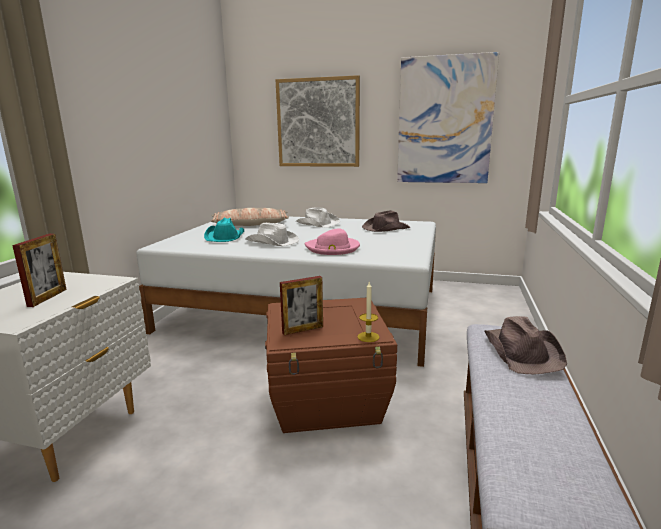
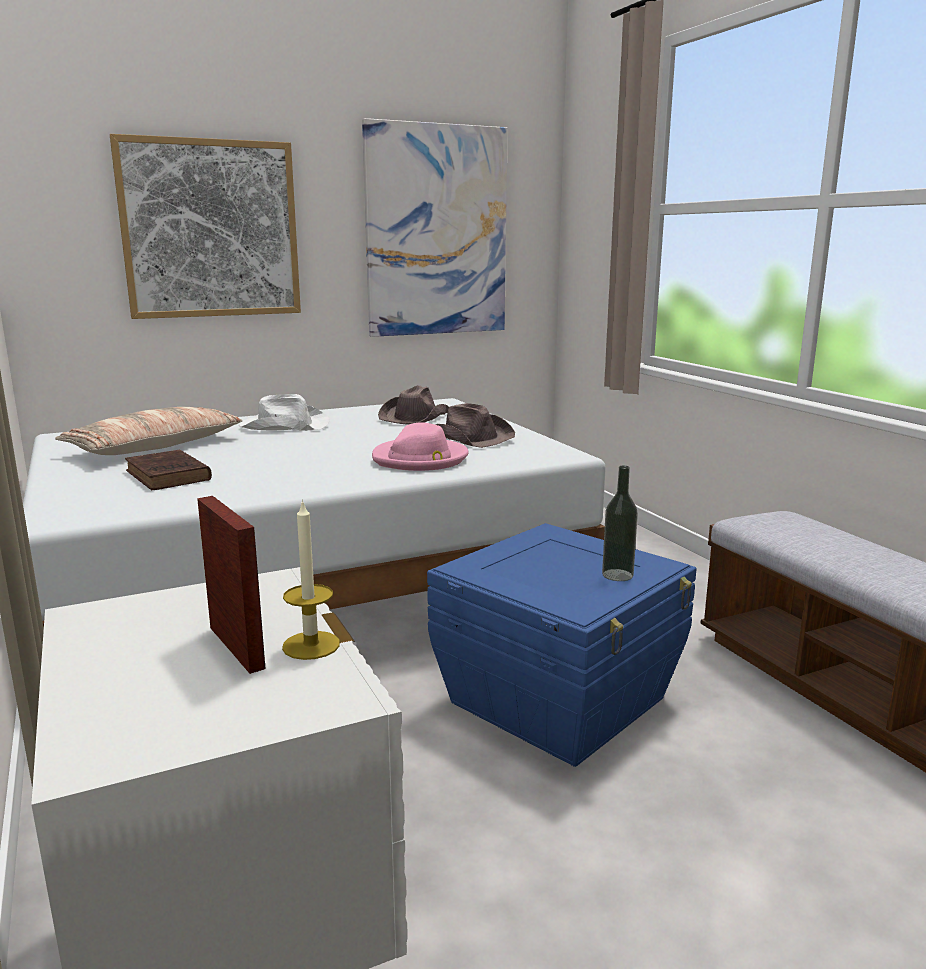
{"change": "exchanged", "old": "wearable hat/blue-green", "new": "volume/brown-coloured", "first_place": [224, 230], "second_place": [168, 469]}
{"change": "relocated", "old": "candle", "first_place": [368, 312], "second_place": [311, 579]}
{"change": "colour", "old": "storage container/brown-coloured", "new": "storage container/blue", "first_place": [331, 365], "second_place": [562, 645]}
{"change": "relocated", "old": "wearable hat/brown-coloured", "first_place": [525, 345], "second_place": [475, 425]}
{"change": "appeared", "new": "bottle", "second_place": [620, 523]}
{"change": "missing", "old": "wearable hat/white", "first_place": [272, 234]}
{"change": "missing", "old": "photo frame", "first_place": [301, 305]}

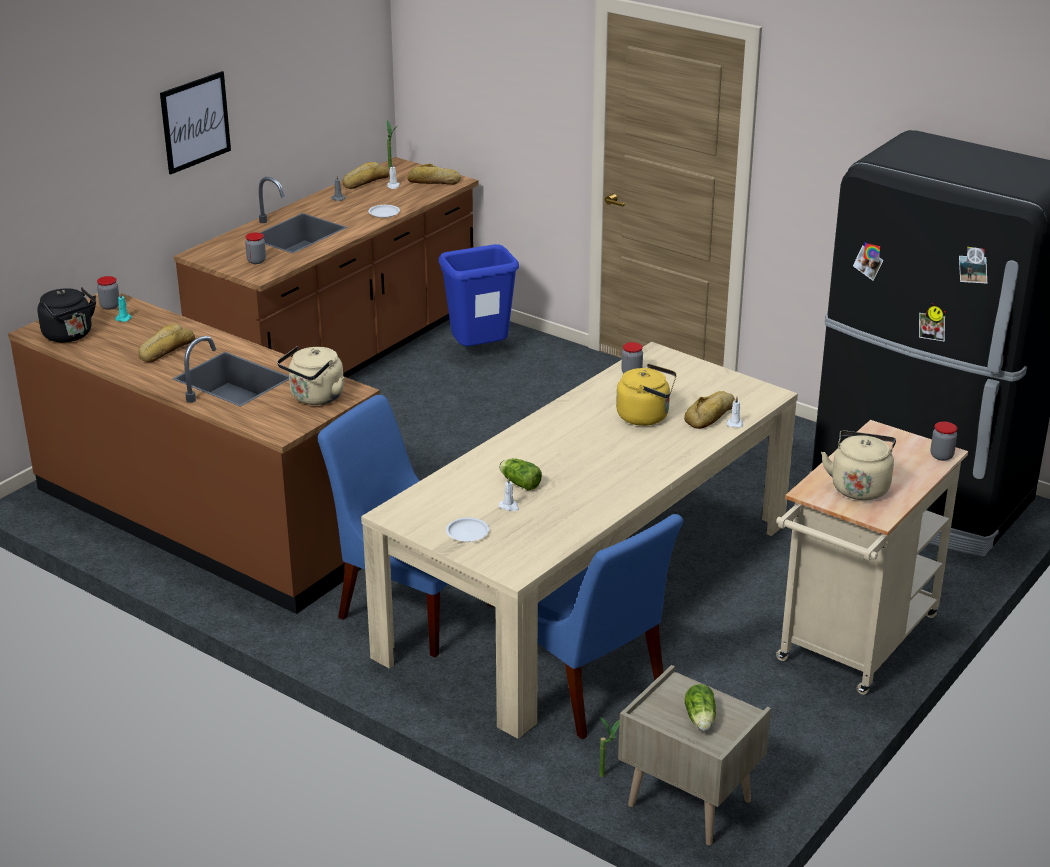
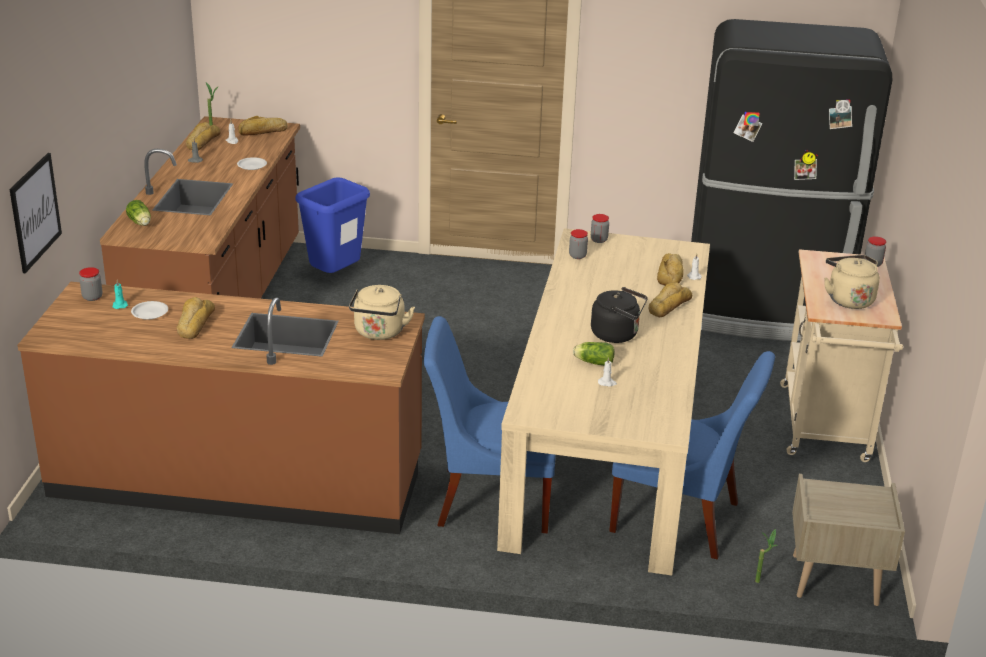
{"change": "relocated", "old": "wall art", "first_place": [195, 122], "second_place": [35, 213]}
{"change": "relocated", "old": "head of lettuce", "first_place": [700, 707], "second_place": [138, 213]}
{"change": "relocated", "old": "dinner plate/white", "first_place": [467, 529], "second_place": [149, 310]}
{"change": "relocated", "old": "storage jar", "first_place": [255, 248], "second_place": [600, 228]}
{"change": "relocated", "old": "tea kettle/blackish", "first_place": [66, 314], "second_place": [619, 315]}
{"change": "appeared", "new": "bread", "second_place": [670, 299]}
{"change": "missing", "old": "tea kettle/yellow-coloured", "first_place": [646, 395]}

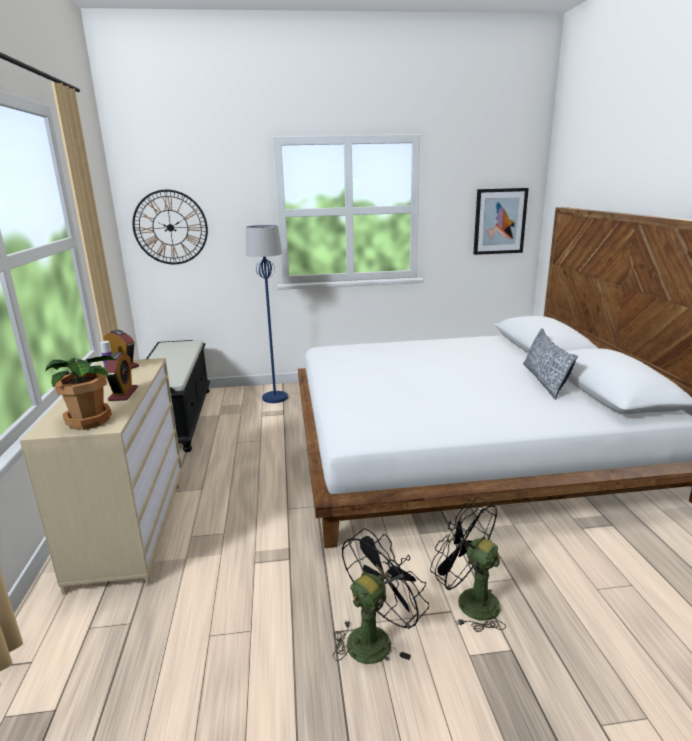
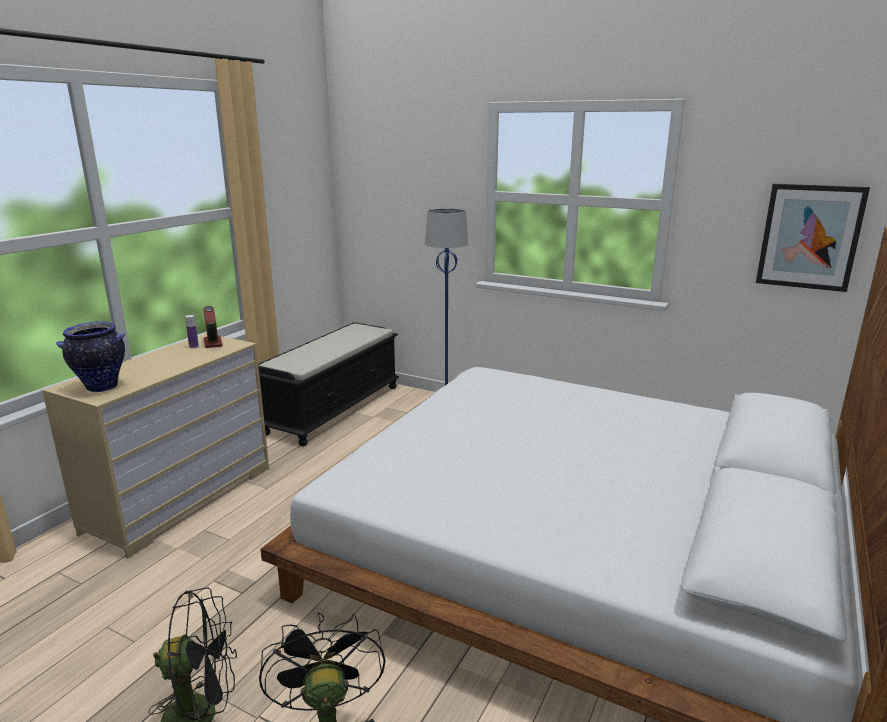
{"change": "exchanged", "old": "plant in a pot", "new": "vase", "first_place": [80, 392], "second_place": [90, 356]}
{"change": "missing", "old": "table clock", "first_place": [121, 376]}
{"change": "missing", "old": "clock on the wall", "first_place": [170, 227]}
{"change": "missing", "old": "cushion", "first_place": [550, 364]}

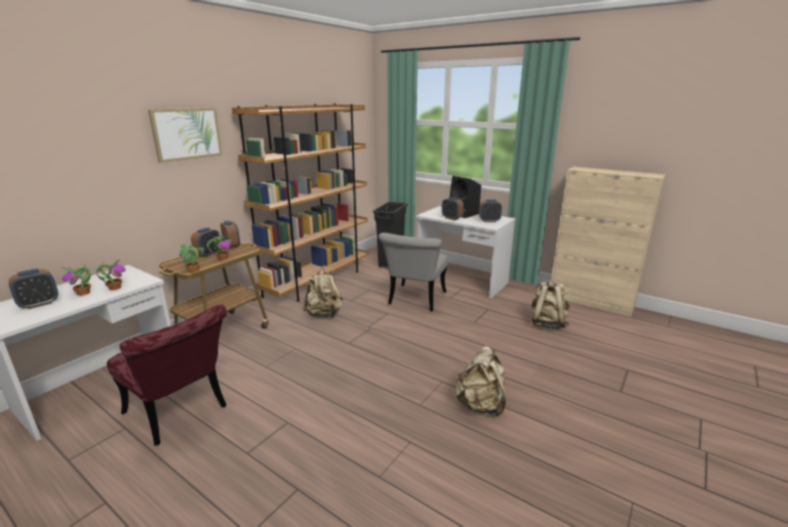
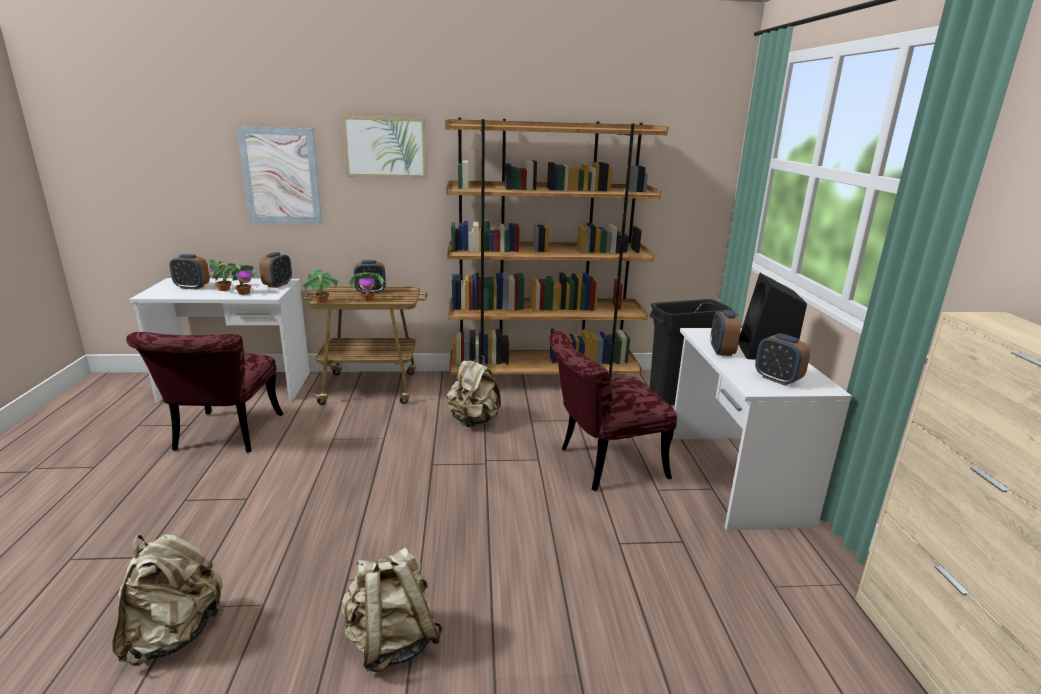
{"change": "relocated", "old": "knapsack/beige", "first_place": [550, 304], "second_place": [167, 600]}
{"change": "appeared", "new": "wall art", "second_place": [279, 175]}
{"change": "relocated", "old": "table clock", "first_place": [230, 235], "second_place": [275, 270]}
{"change": "colour", "old": "plain chair/greyish", "new": "plain chair/red", "first_place": [413, 272], "second_place": [613, 411]}

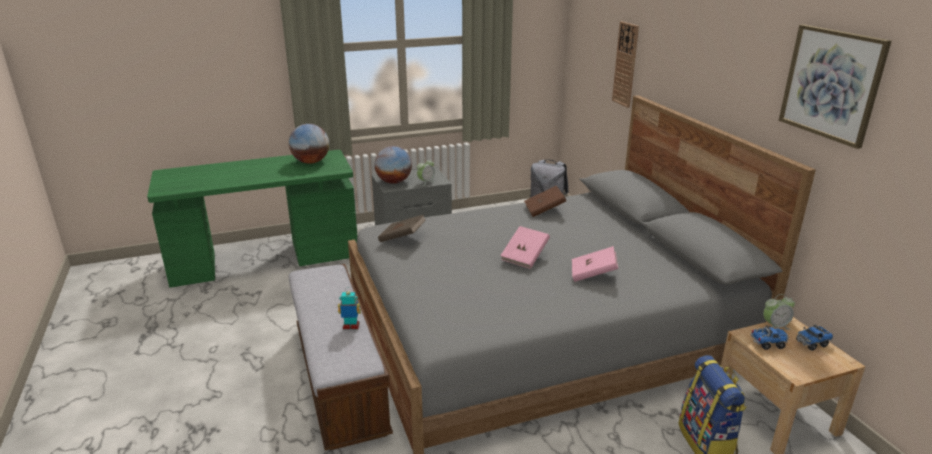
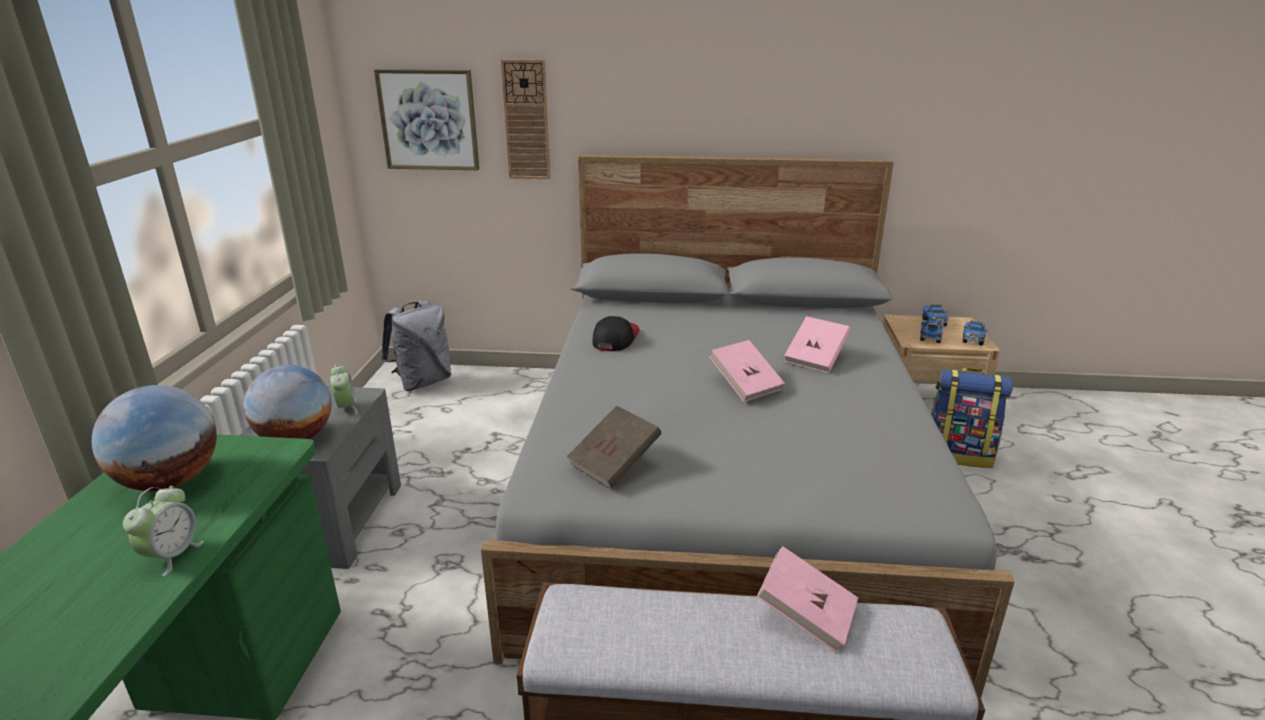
{"change": "relocated", "old": "table clock", "first_place": [779, 312], "second_place": [163, 531]}
{"change": "relocated", "old": "wall art", "first_place": [835, 86], "second_place": [426, 119]}
{"change": "exchanged", "old": "volume/brown-coloured", "new": "cap", "first_place": [545, 201], "second_place": [616, 333]}
{"change": "exchanged", "old": "robot figure", "new": "volume/pinkish", "first_place": [349, 309], "second_place": [807, 599]}
{"change": "appeared", "new": "toy lorry", "second_place": [974, 333]}

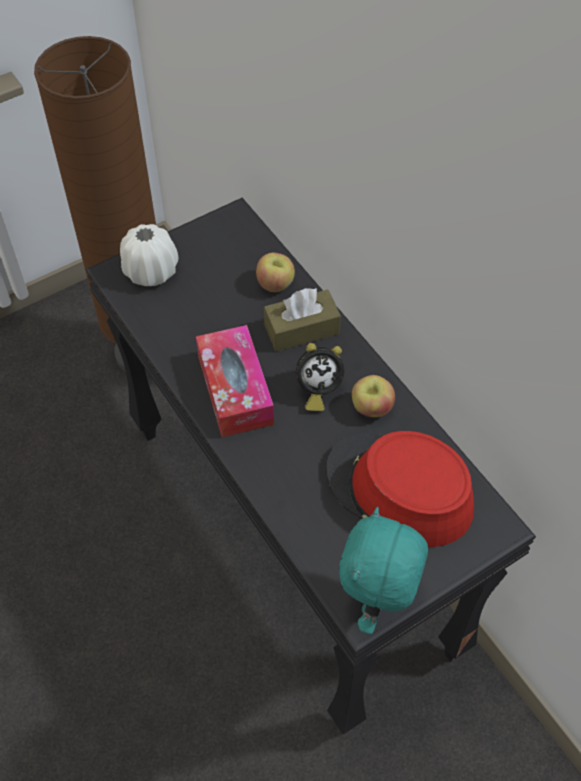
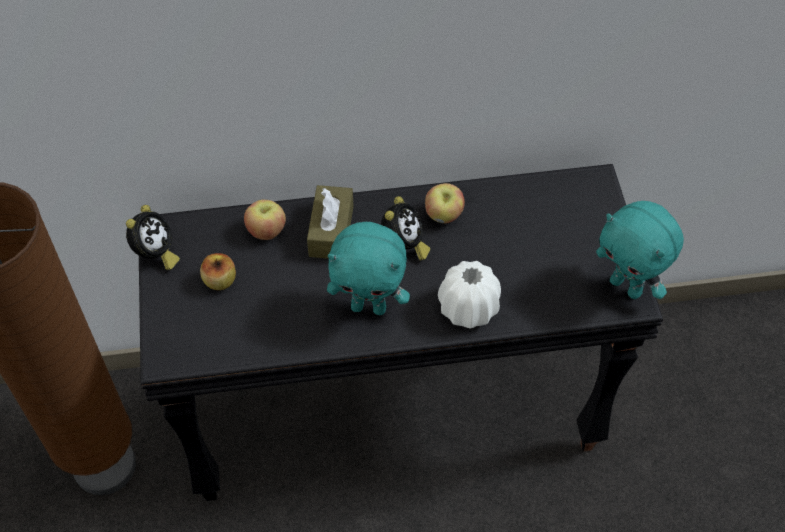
{"change": "appeared", "new": "table clock", "second_place": [153, 237]}
{"change": "appeared", "new": "whole apple", "second_place": [218, 271]}
{"change": "exchanged", "old": "tissue holder", "new": "plush toy/blue-green", "first_place": [235, 381], "second_place": [368, 268]}
{"change": "relocated", "old": "vase/white", "first_place": [149, 255], "second_place": [469, 295]}
{"change": "missing", "old": "wearable hat/red", "first_place": [400, 489]}

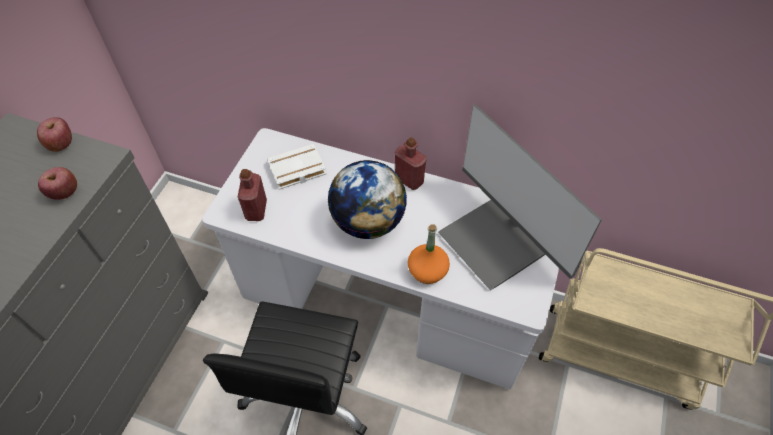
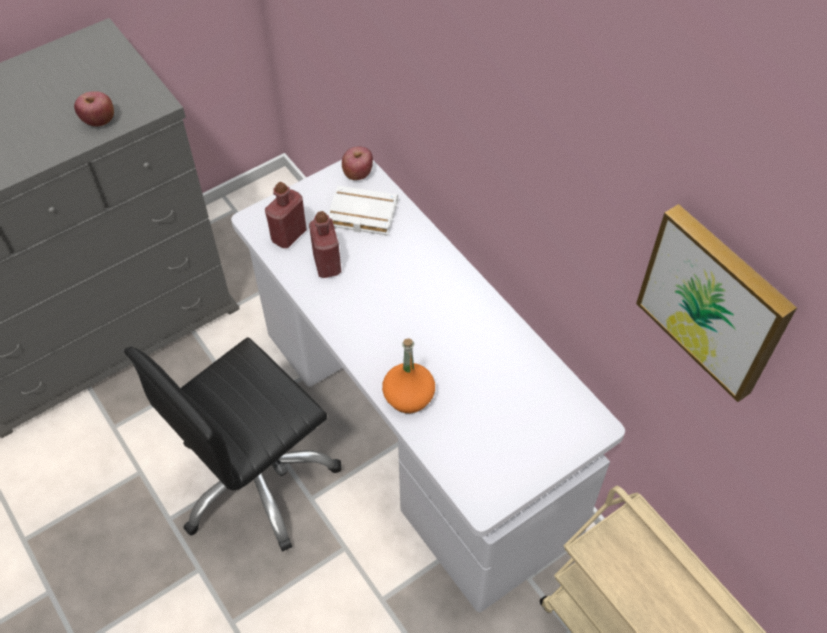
{"change": "relocated", "old": "bottle/red", "first_place": [411, 164], "second_place": [325, 244]}
{"change": "relocated", "old": "whole apple", "first_place": [54, 134], "second_place": [357, 163]}
{"change": "appeared", "new": "wall art", "second_place": [716, 303]}
{"change": "missing", "old": "globe", "first_place": [367, 199]}
{"change": "missing", "old": "monitor", "first_place": [520, 197]}

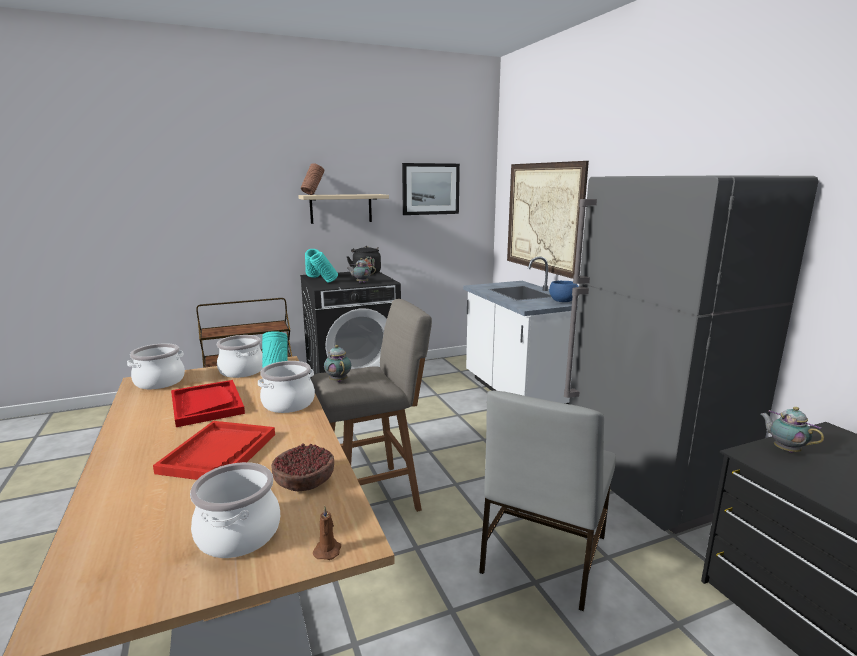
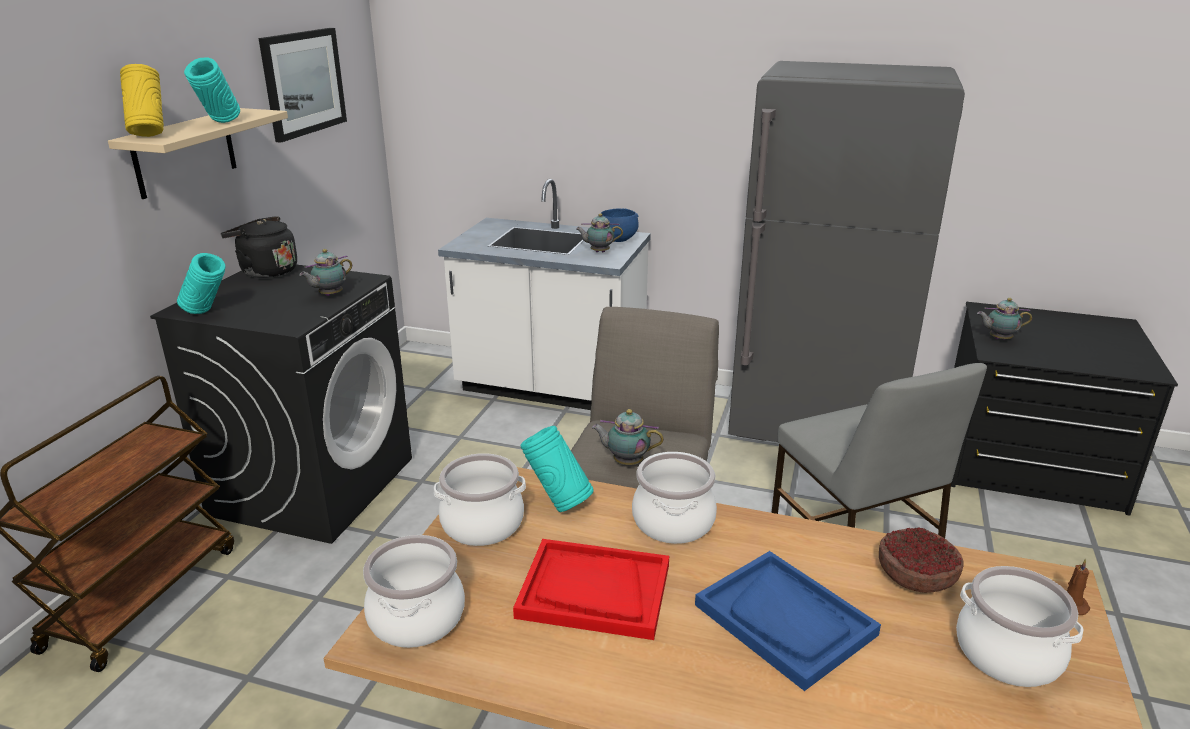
{"change": "colour", "old": "vase/brown-coloured", "new": "vase/yellow-coloured", "first_place": [312, 179], "second_place": [142, 100]}
{"change": "relocated", "old": "vase/blue-green", "first_place": [324, 267], "second_place": [212, 90]}
{"change": "appeared", "new": "teapot", "second_place": [599, 232]}
{"change": "colour", "old": "serving tray/red", "new": "serving tray/blue", "first_place": [214, 450], "second_place": [788, 621]}
{"change": "missing", "old": "wall art", "first_place": [548, 220]}

